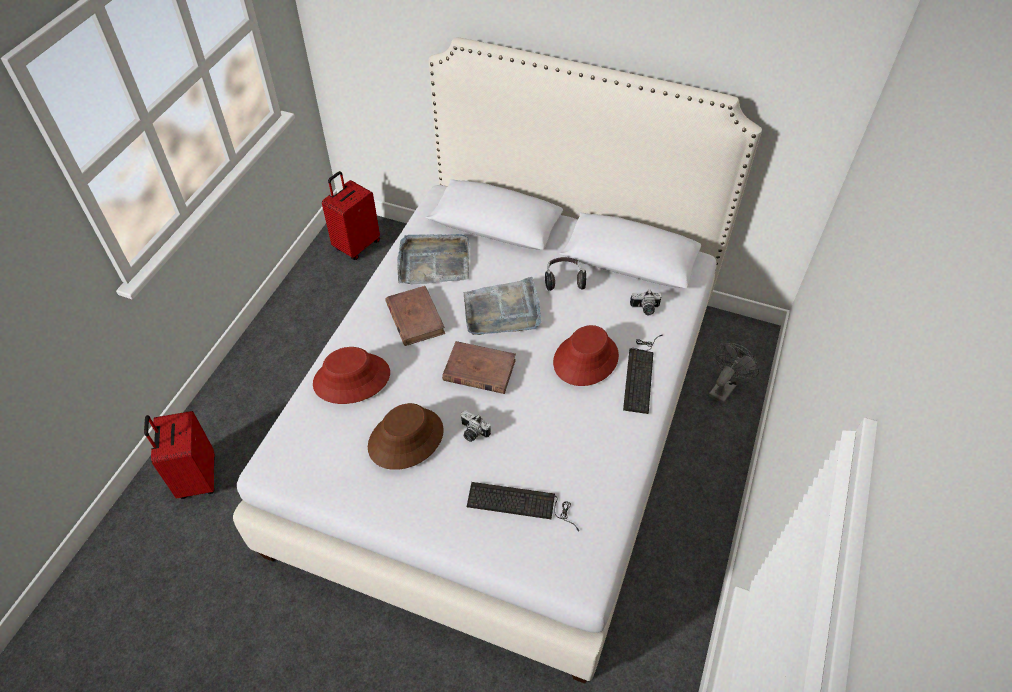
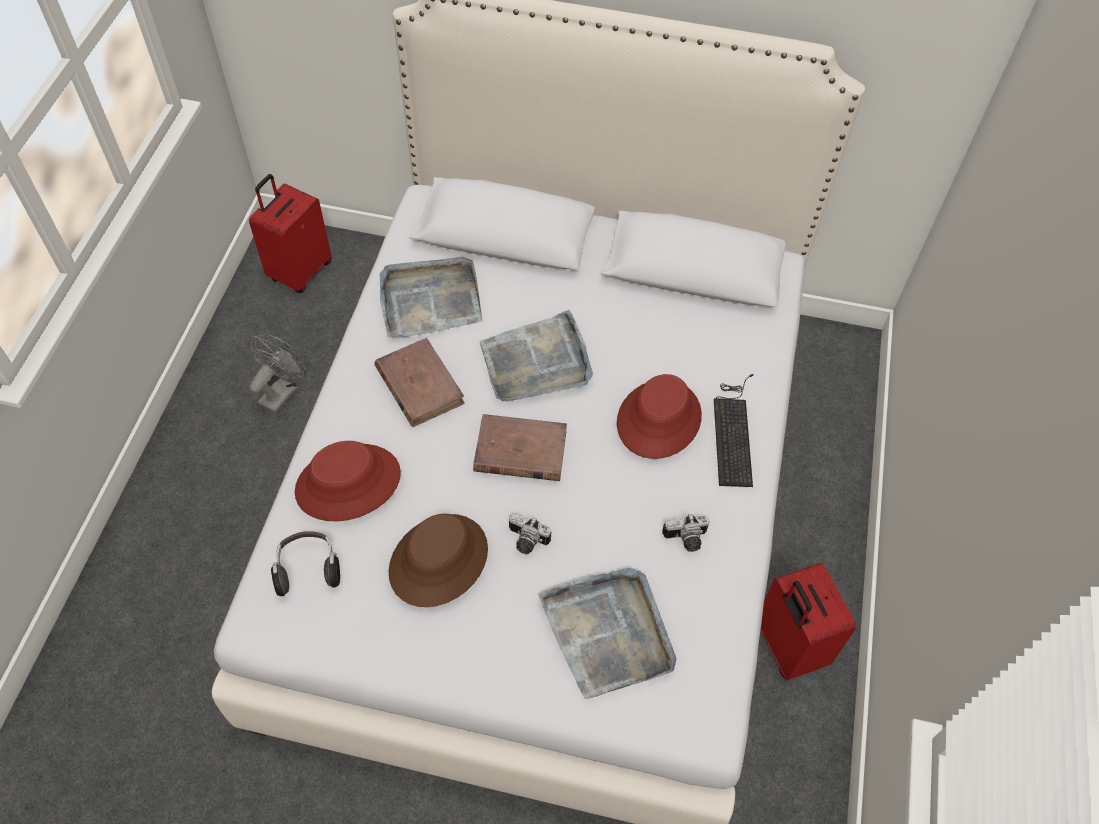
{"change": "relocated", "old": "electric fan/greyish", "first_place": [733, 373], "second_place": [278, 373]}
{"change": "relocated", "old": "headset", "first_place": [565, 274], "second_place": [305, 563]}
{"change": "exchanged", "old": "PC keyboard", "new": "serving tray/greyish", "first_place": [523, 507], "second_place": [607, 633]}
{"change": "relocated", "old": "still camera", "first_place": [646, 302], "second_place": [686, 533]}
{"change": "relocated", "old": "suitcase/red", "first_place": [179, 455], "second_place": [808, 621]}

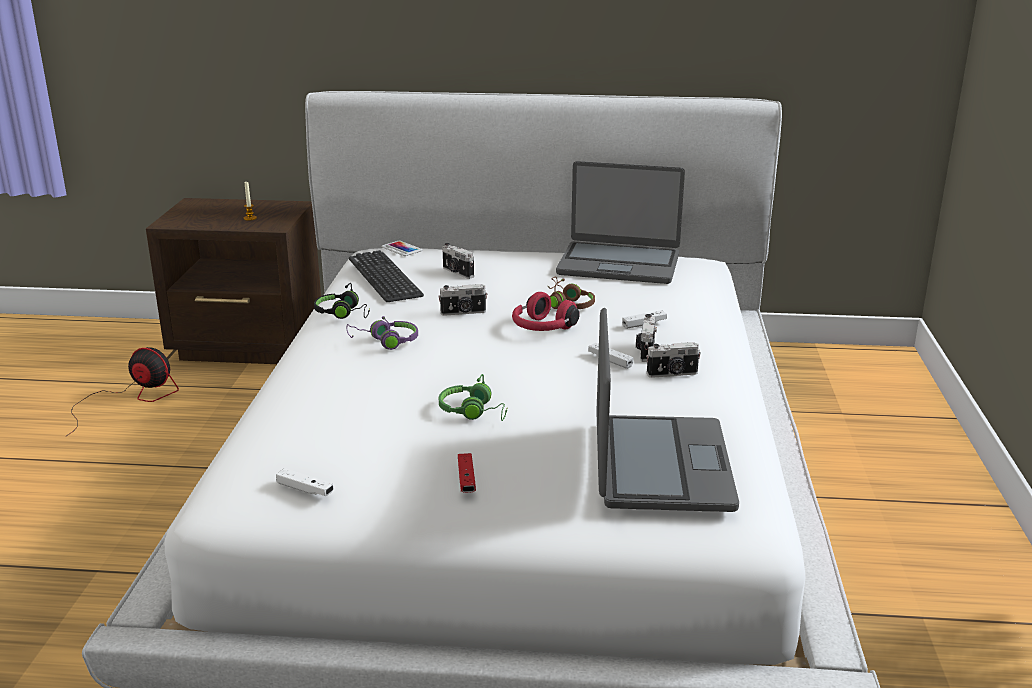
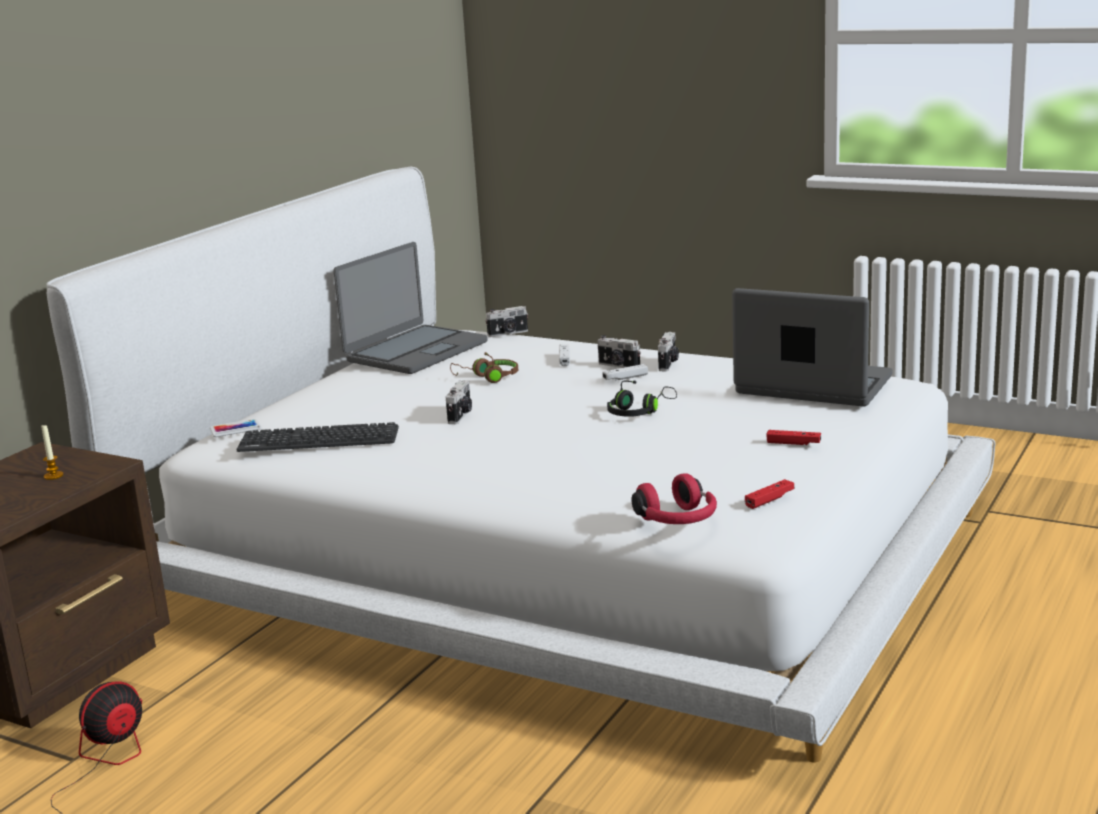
{"change": "relocated", "old": "still camera", "first_place": [458, 261], "second_place": [506, 321]}
{"change": "relocated", "old": "headset/blackish", "first_place": [342, 301], "second_place": [642, 399]}
{"change": "relocated", "old": "headset/red", "first_place": [546, 311], "second_place": [674, 498]}
{"change": "colour", "old": "joypad/white", "new": "joypad/red", "first_place": [305, 482], "second_place": [769, 494]}
{"change": "missing", "old": "headset/purplish", "first_place": [382, 333]}
{"change": "missing", "old": "headset/green-coloured", "first_place": [473, 397]}

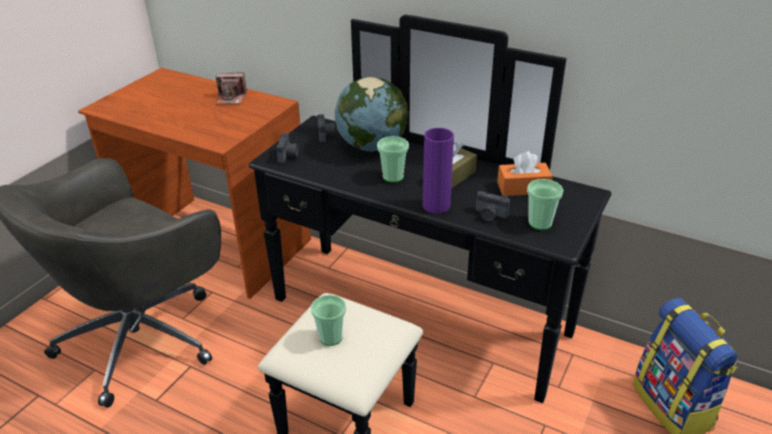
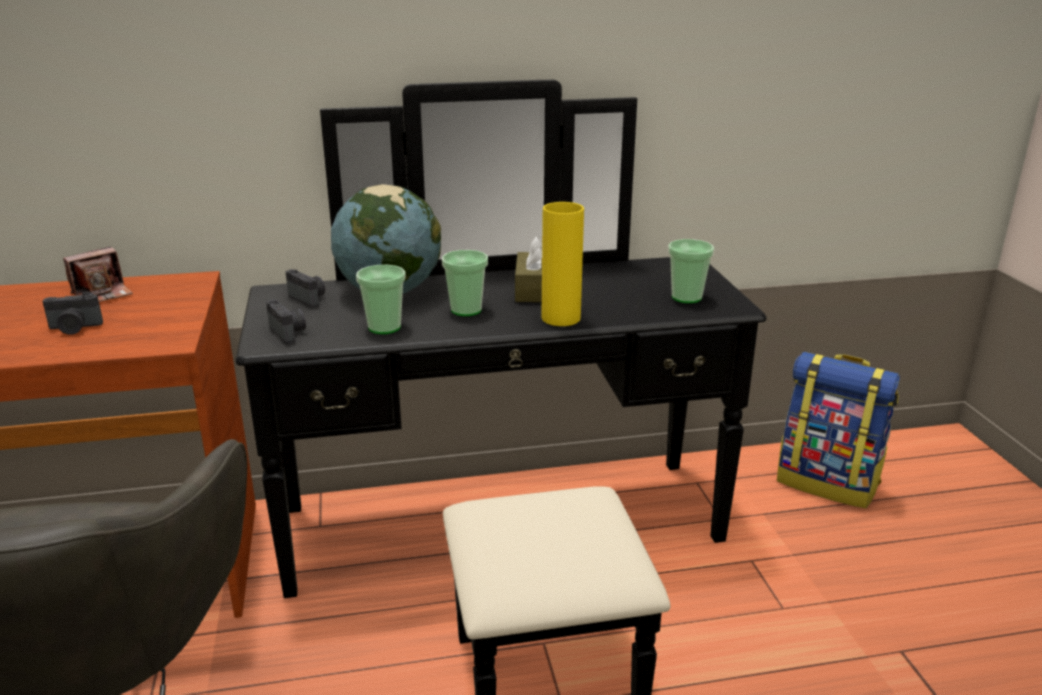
{"change": "relocated", "old": "still camera", "first_place": [493, 206], "second_place": [72, 313]}
{"change": "relocated", "old": "drinking cup", "first_place": [328, 320], "second_place": [381, 299]}
{"change": "colour", "old": "vase/purplish", "new": "vase/yellow-coloured", "first_place": [438, 171], "second_place": [562, 264]}
{"change": "missing", "old": "tissue holder/orangey", "first_place": [525, 173]}

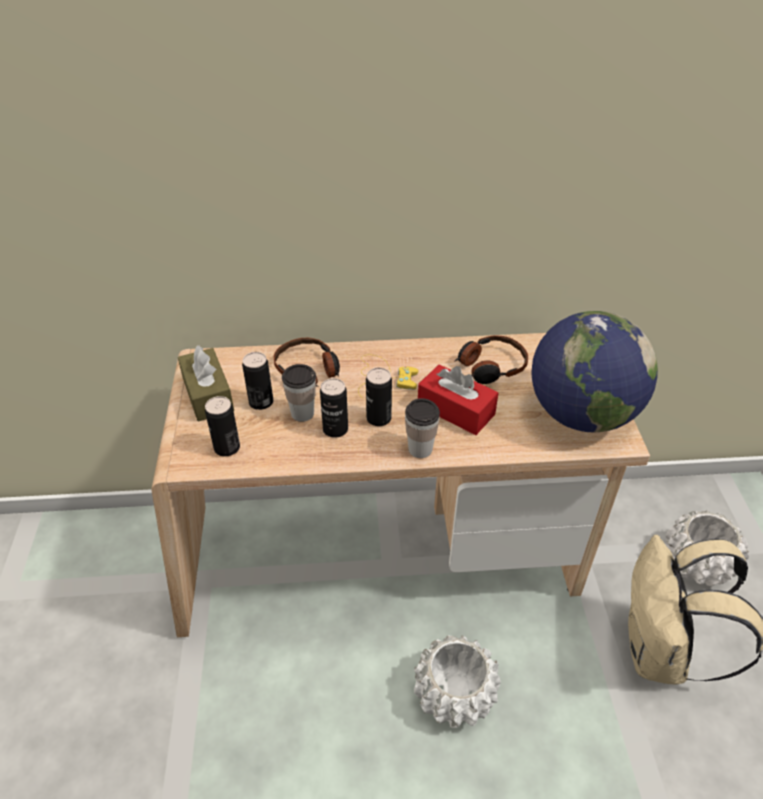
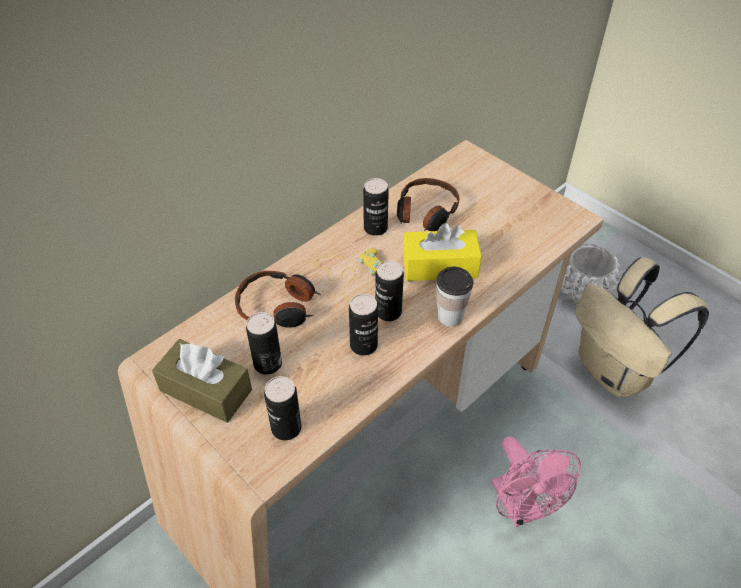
{"change": "appeared", "new": "can", "second_place": [376, 207]}
{"change": "colour", "old": "tissue holder/red", "new": "tissue holder/yellow-coloured", "first_place": [458, 399], "second_place": [442, 252]}
{"change": "exchanged", "old": "plant pot/white", "new": "electric fan/pinkish", "first_place": [457, 681], "second_place": [536, 481]}
{"change": "missing", "old": "drinking cup", "first_place": [299, 393]}
{"change": "missing", "old": "globe", "first_place": [594, 372]}

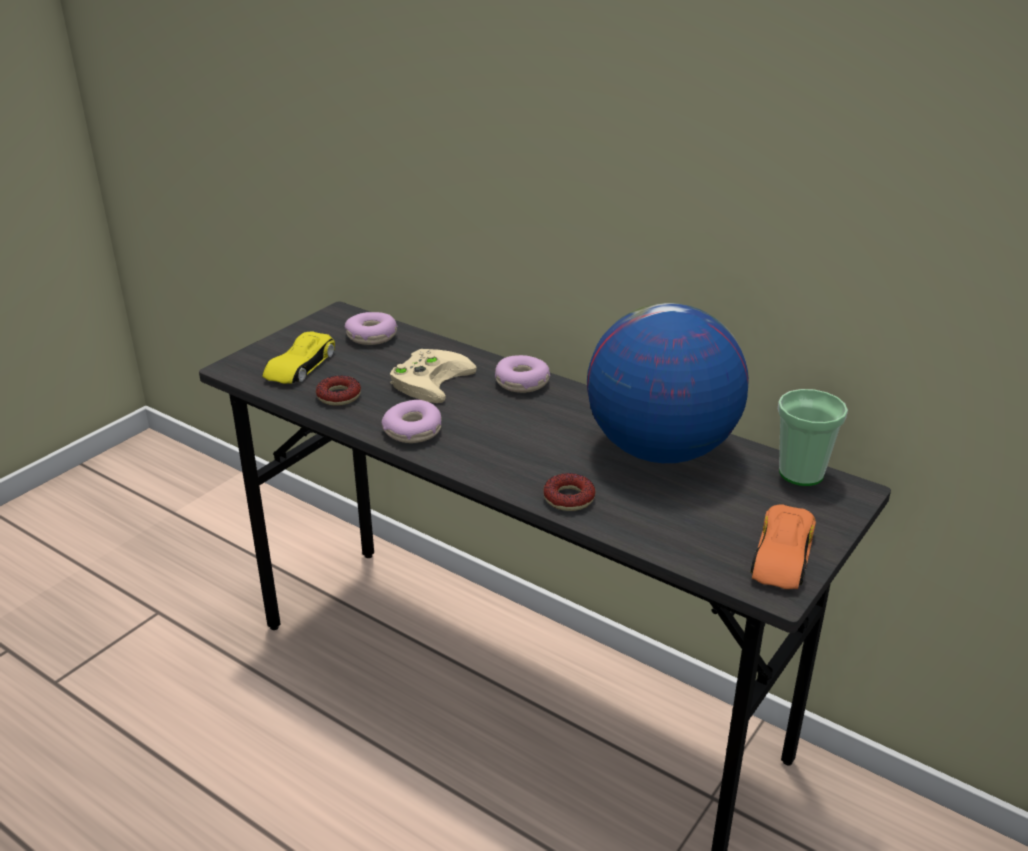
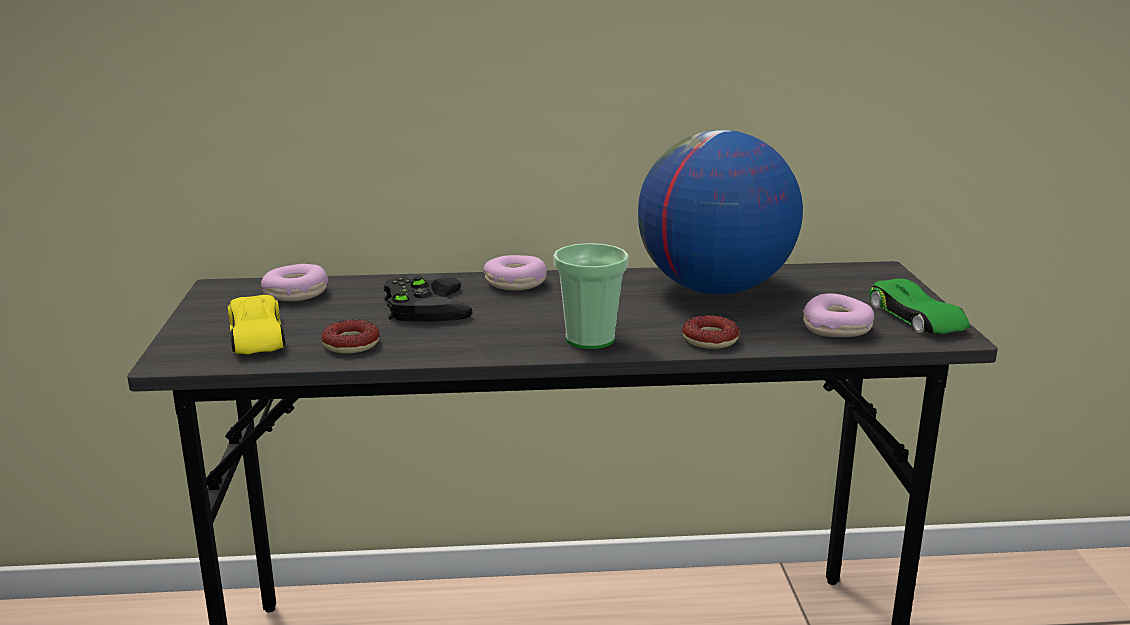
{"change": "colour", "old": "joypad/beige", "new": "joypad/blackish", "first_place": [433, 376], "second_place": [427, 297]}
{"change": "relocated", "old": "drinking cup", "first_place": [813, 437], "second_place": [591, 296]}
{"change": "relocated", "old": "ring doughnut", "first_place": [411, 421], "second_place": [838, 315]}
{"change": "colour", "old": "model car/orangey", "new": "model car/green-coloured", "first_place": [783, 546], "second_place": [919, 306]}

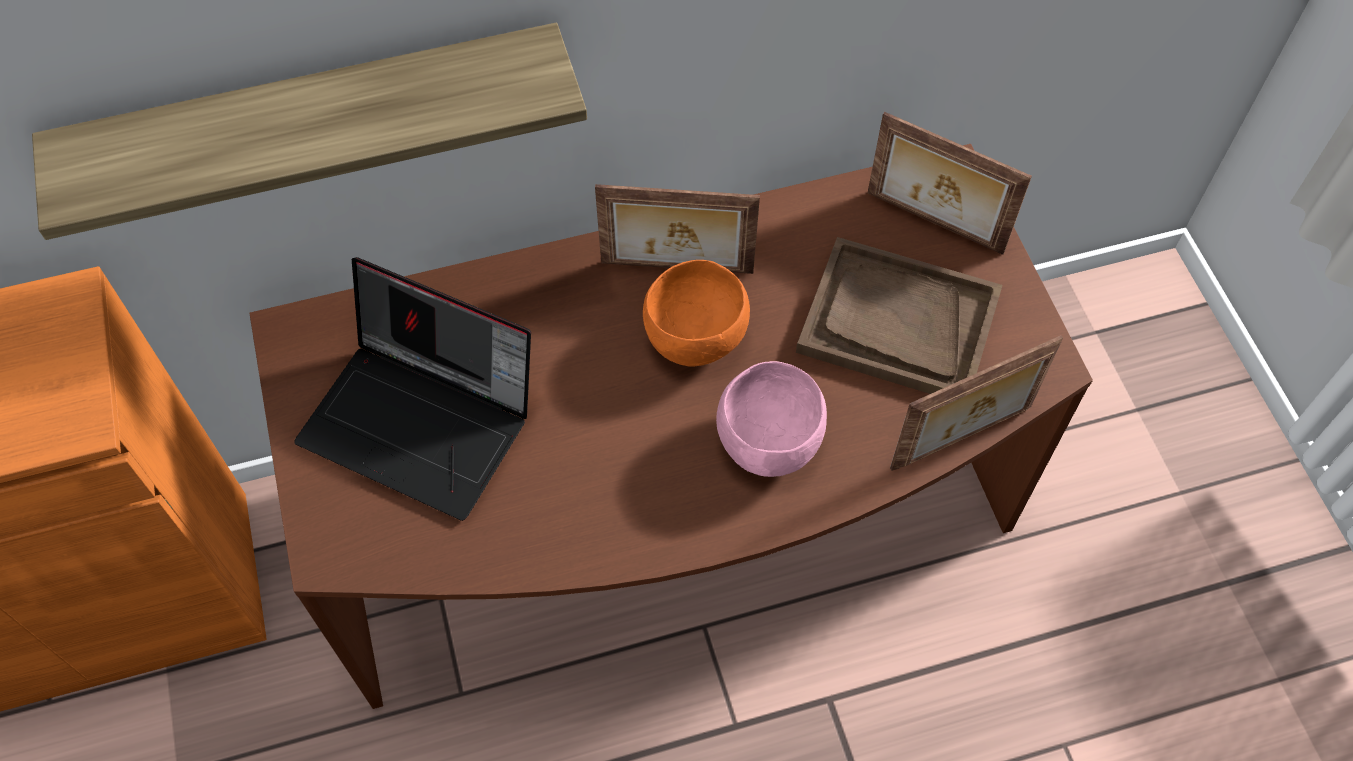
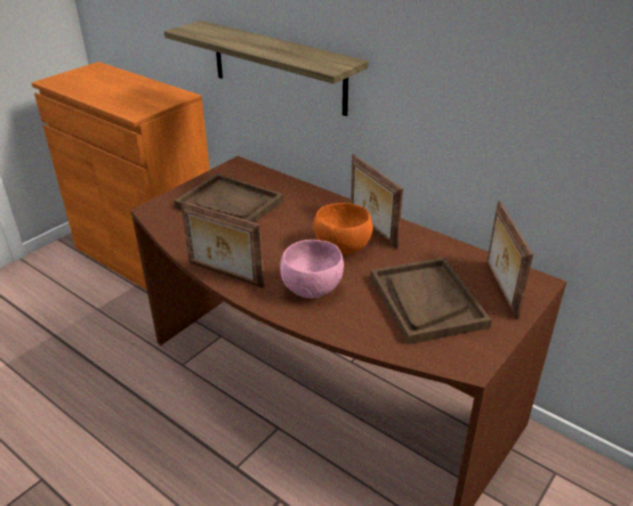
{"change": "exchanged", "old": "notebook computer", "new": "serving tray/brown-coloured", "first_place": [412, 389], "second_place": [228, 198]}
{"change": "relocated", "old": "photo frame", "first_place": [976, 403], "second_place": [222, 244]}

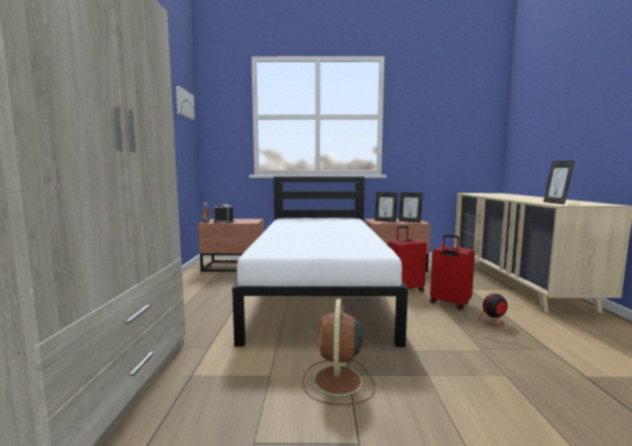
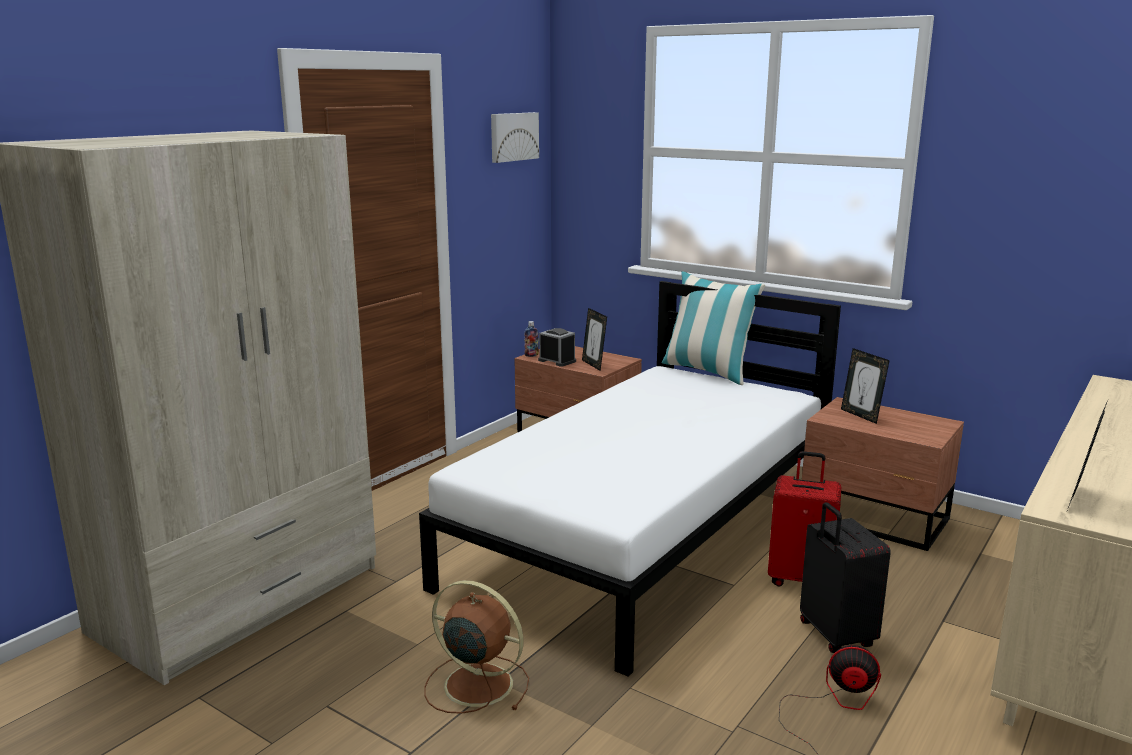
{"change": "spun", "old": "electric fan/brown-coloured", "first_place": [338, 352], "second_place": [476, 647], "degrees": 75}
{"change": "relocated", "old": "photo frame", "first_place": [411, 207], "second_place": [594, 339]}
{"change": "appeared", "new": "cushion", "second_place": [713, 328]}
{"change": "colour", "old": "suitcase/red", "new": "suitcase/blackish", "first_place": [452, 272], "second_place": [845, 577]}

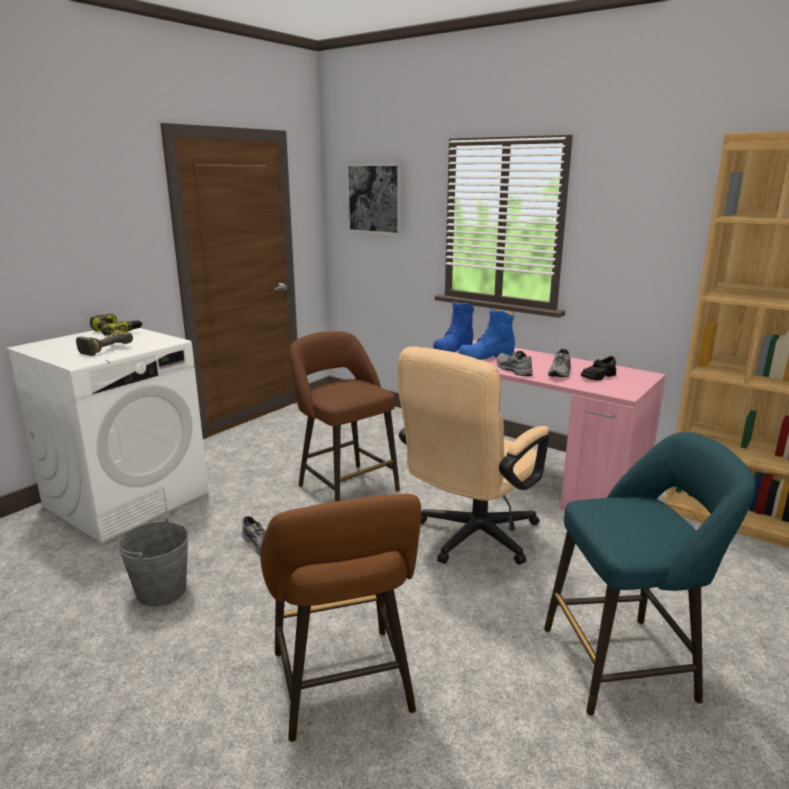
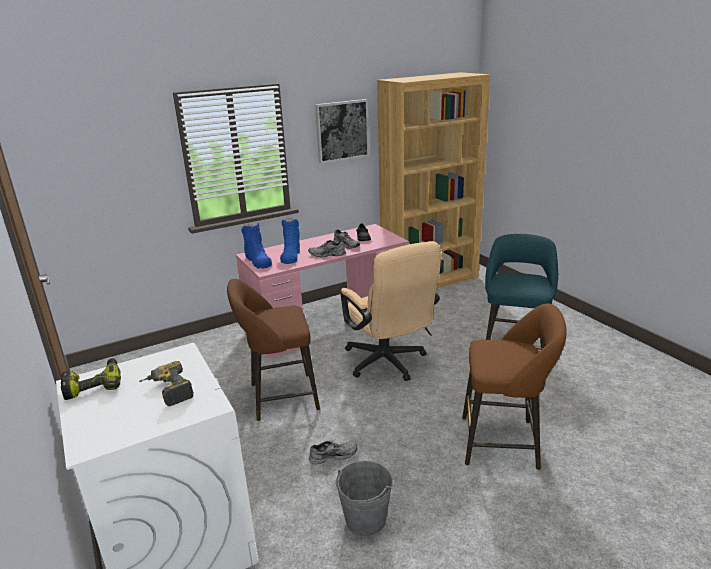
{"change": "relocated", "old": "wall art", "first_place": [374, 199], "second_place": [342, 131]}

